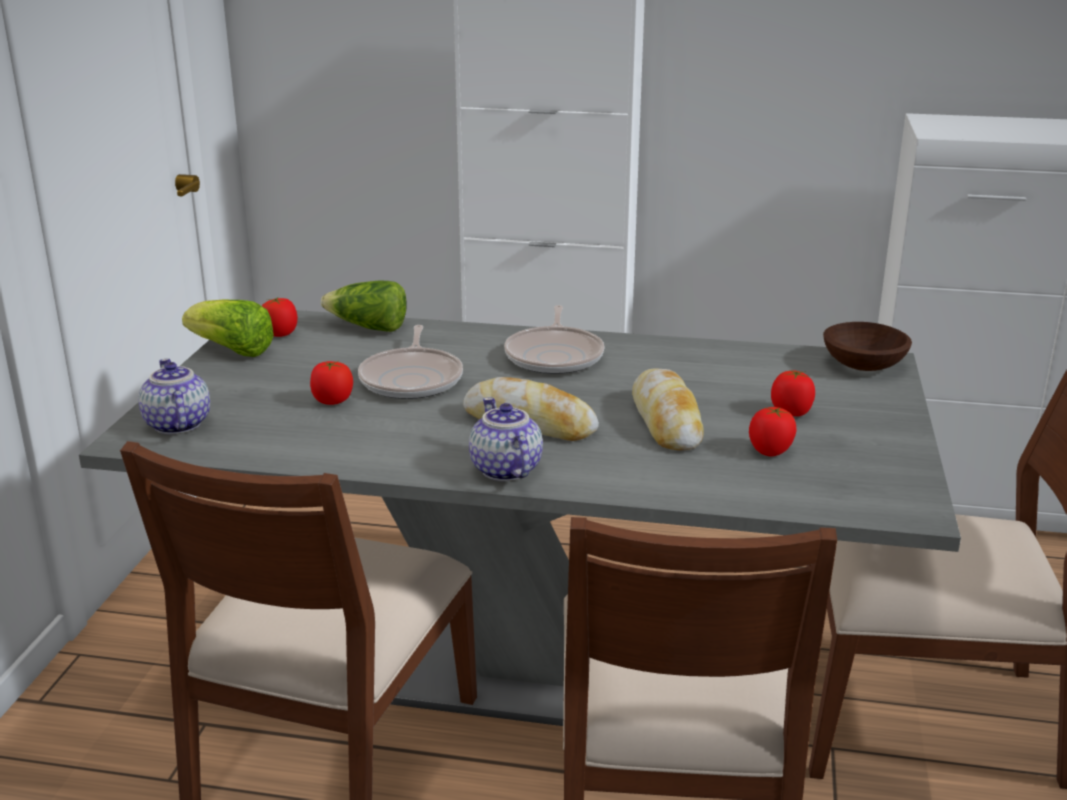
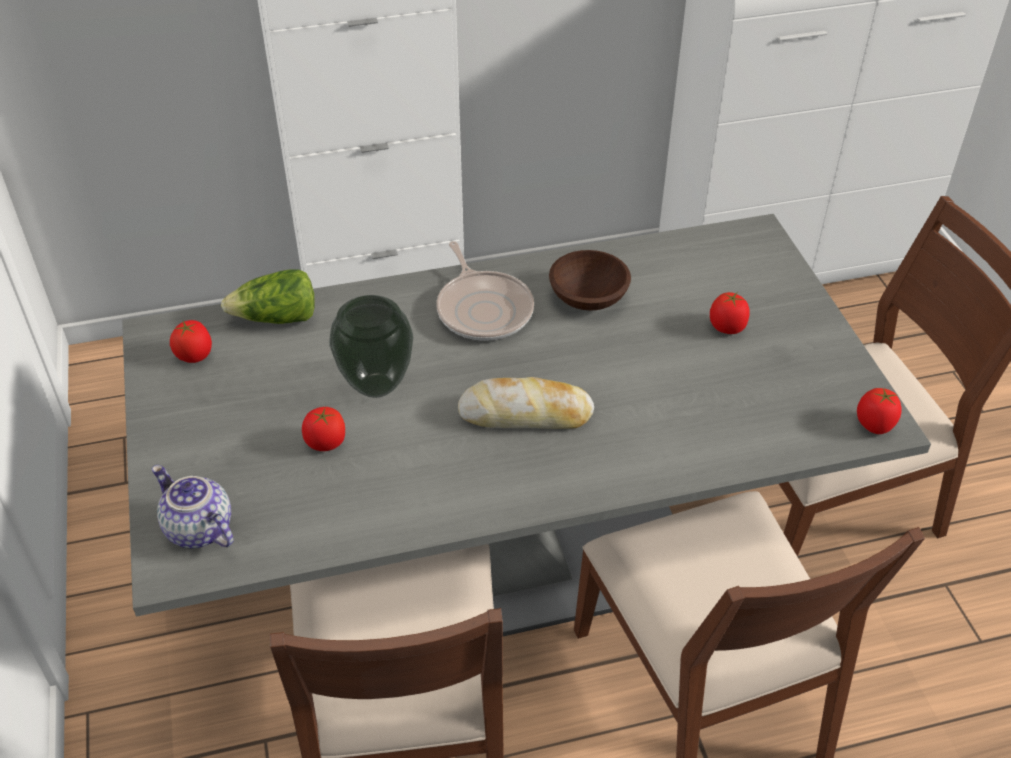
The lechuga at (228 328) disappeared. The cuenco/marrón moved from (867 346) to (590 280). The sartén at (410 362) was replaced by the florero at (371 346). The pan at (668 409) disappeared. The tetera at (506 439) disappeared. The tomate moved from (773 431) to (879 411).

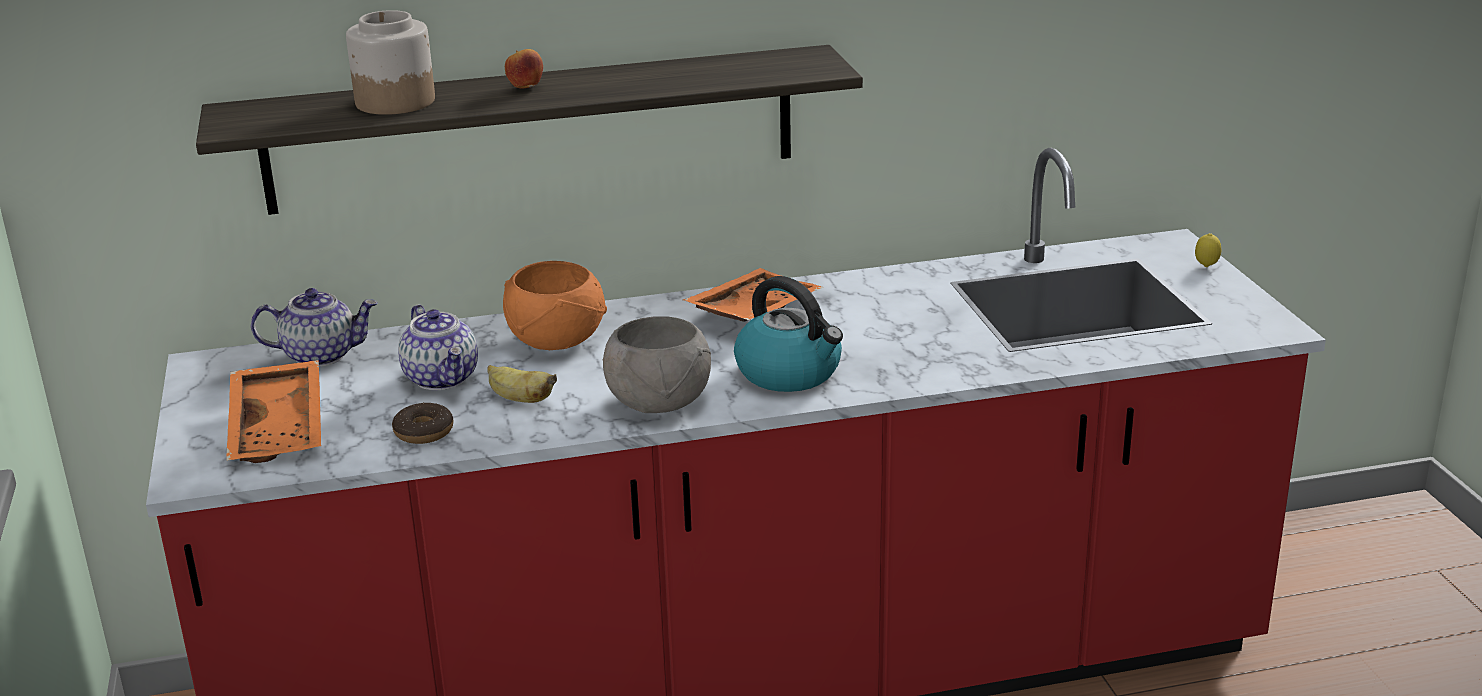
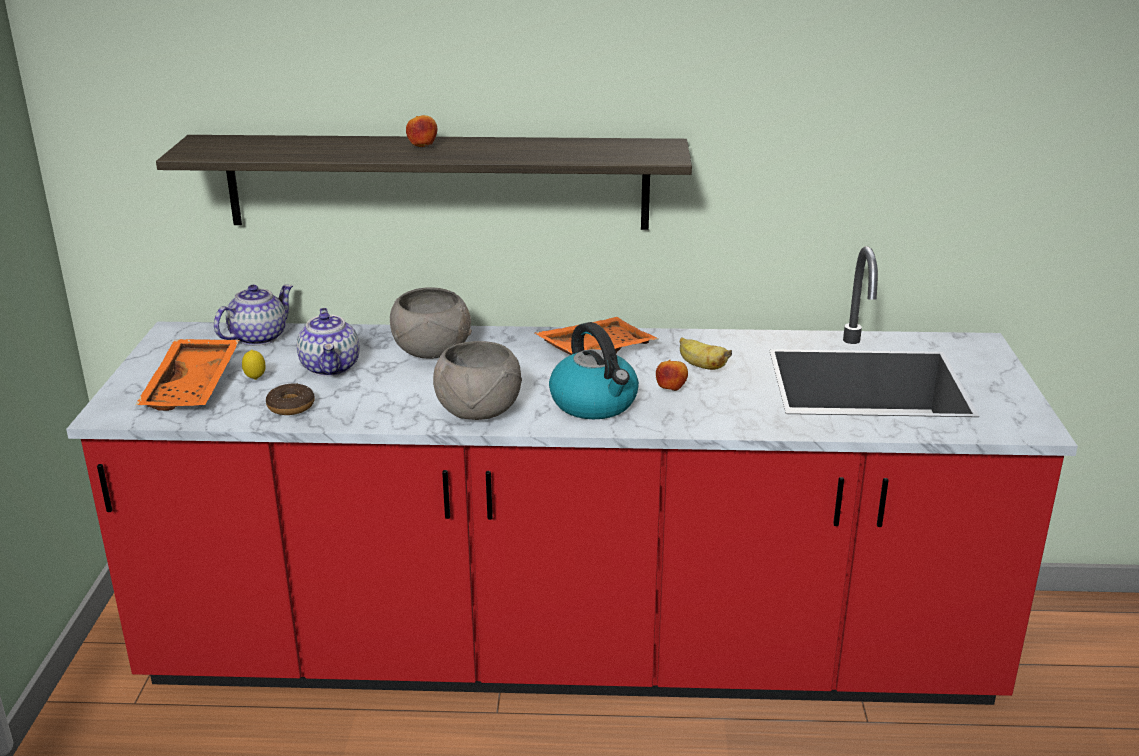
The tarro at (390 62) disappeared. The limón moved from (1208 250) to (254 365). The cuenco/naranja at (555 305) became the cuenco/gris at (431 323). The tetera at (314 327) turned 60 degrees counterclockwise. The plátano moved from (522 384) to (706 353). The manzana at (672 375) appeared.

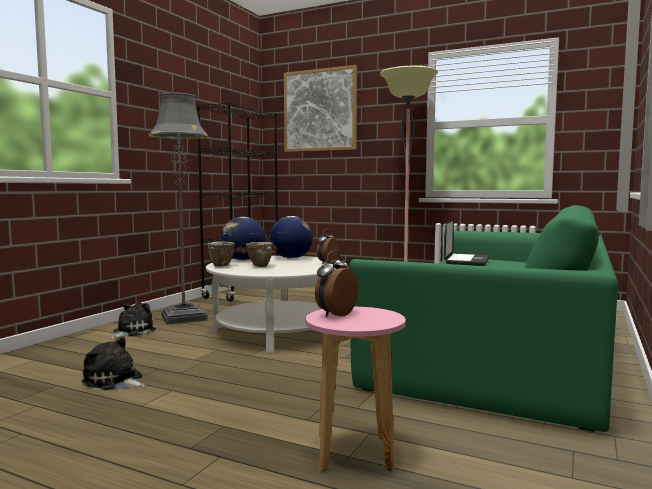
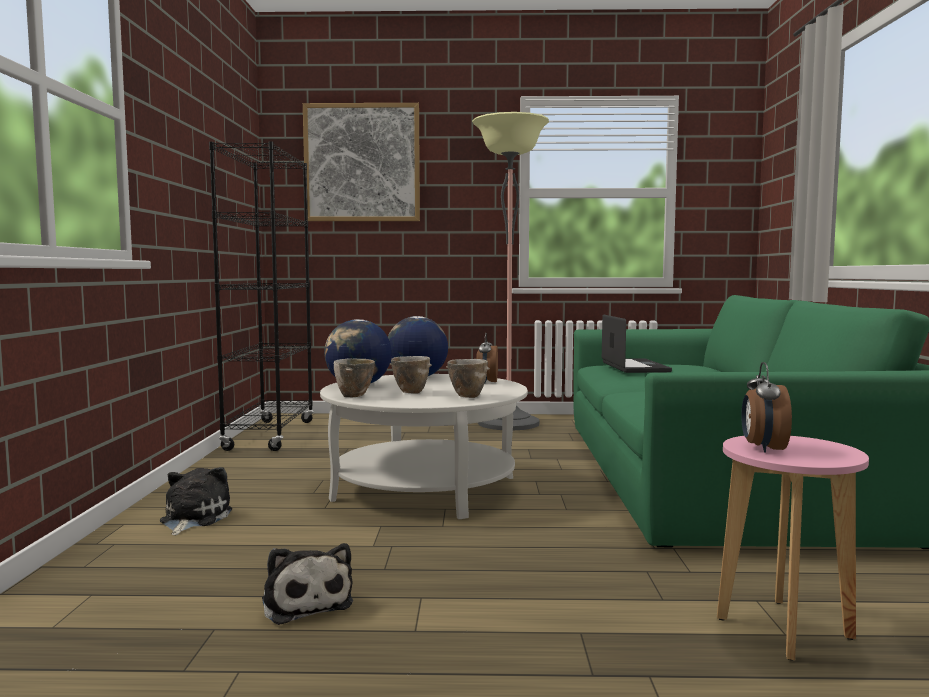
The lámpara de pie/gris at (178 208) disappeared. The peluche at (114 363) turned 120 degrees counterclockwise. The cuenco at (468 378) appeared.

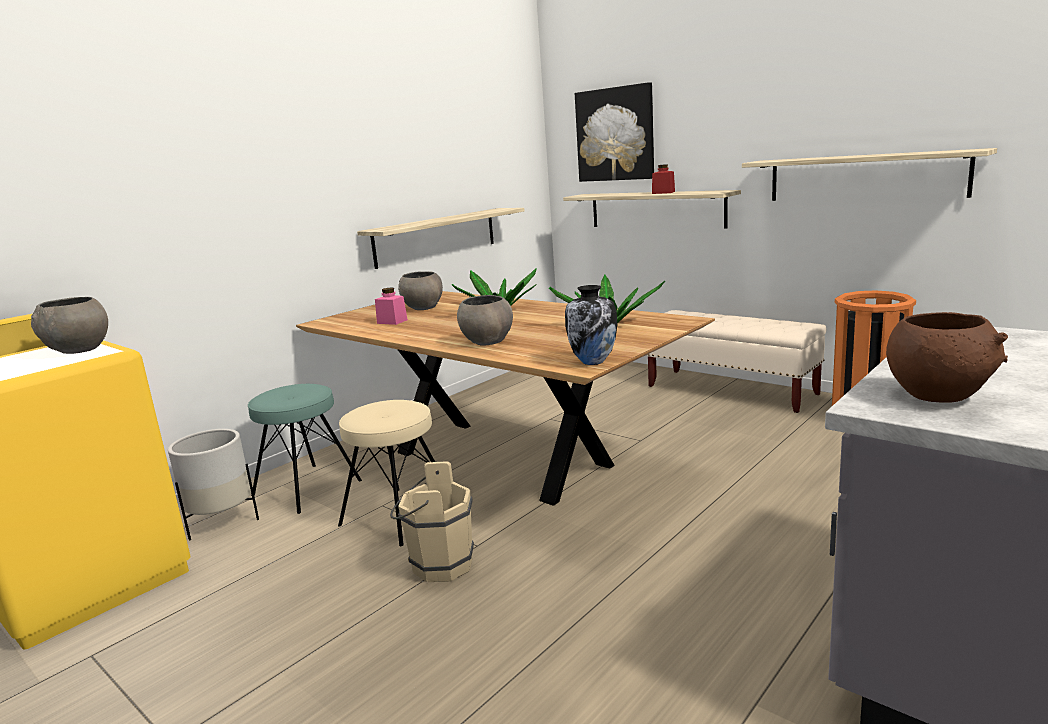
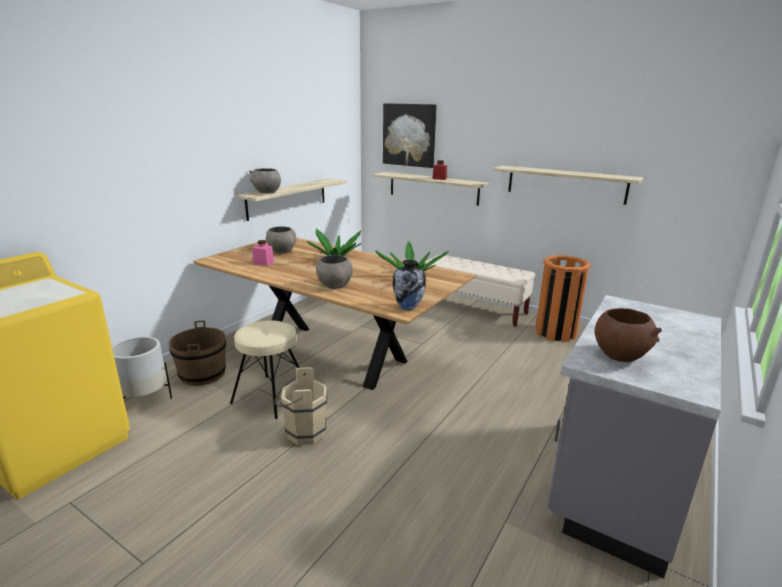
The cuenco/gris moved from (69 325) to (265 181). The taburete/turquesa at (305 449) was replaced by the cubo/marrón at (197 353).

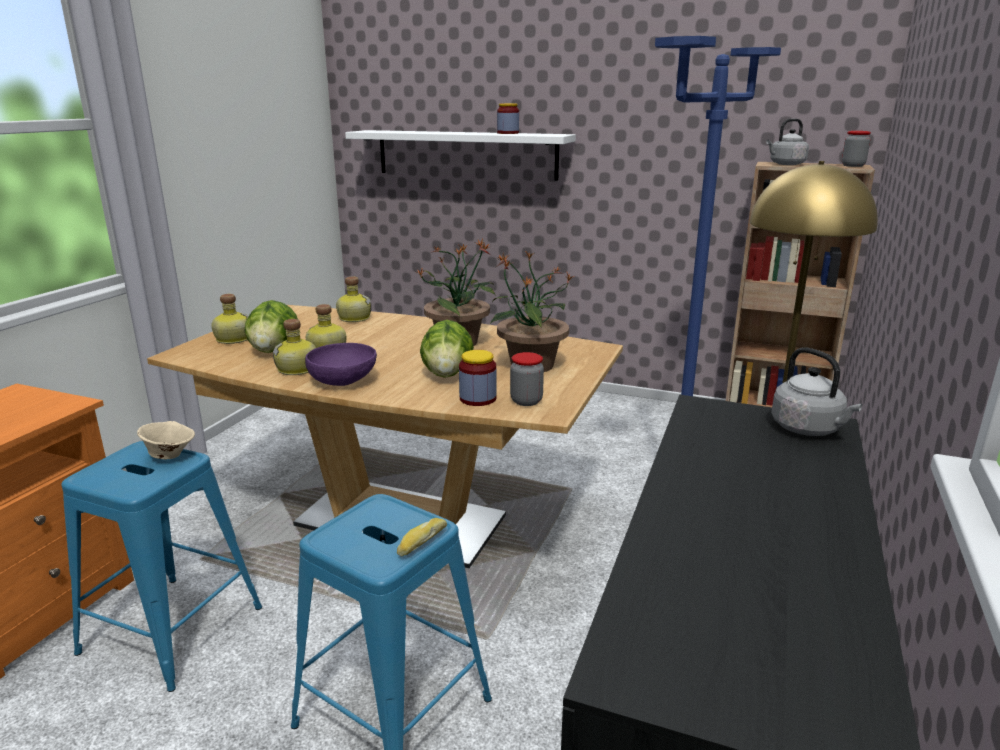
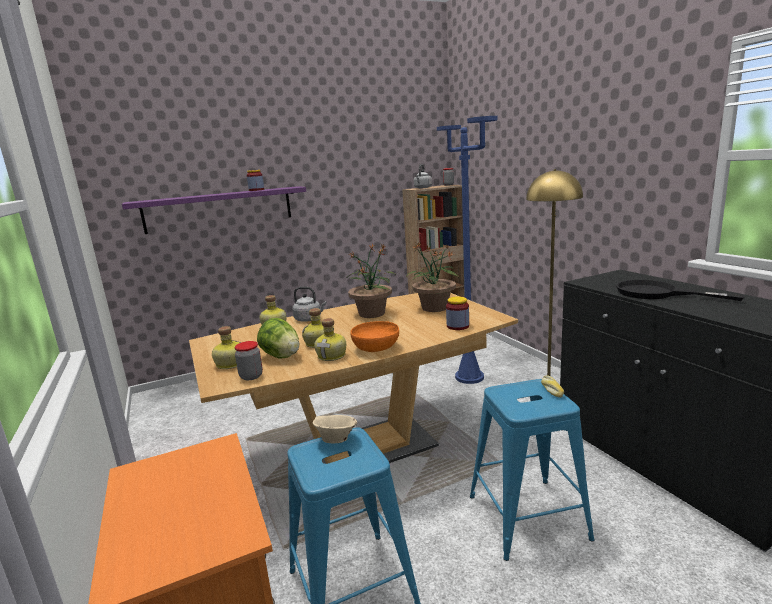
The estante/blanco at (460 155) became the estante/morado at (214 210). The lechuga at (447 349) disappeared. The cuenco/morado at (341 364) became the cuenco/naranja at (374 336). The hervidor/gris moved from (816 391) to (309 304). The tarro moved from (527 379) to (249 360). The sartén/negro at (680 290) appeared.

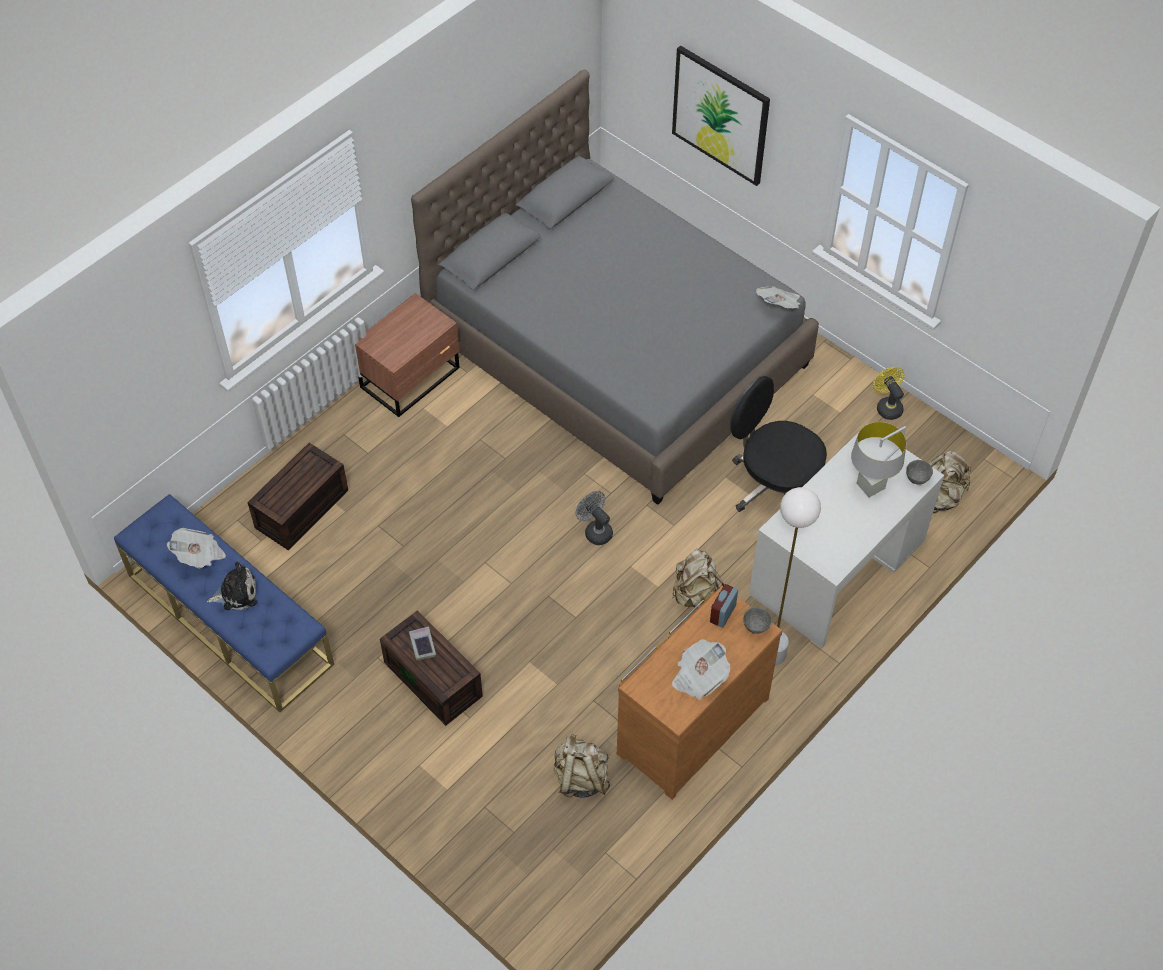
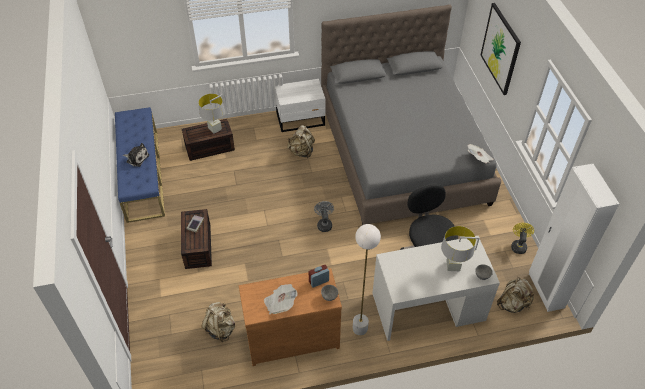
The mesita de noche/marrón at (407 355) became the mesita de noche/blanco at (300 105). The periódico at (196 548) disappeared. The mochila/beis moved from (698 578) to (301 141). The lámpara de mesa/gris at (212 114) appeared. The armario ropero/blanco at (574 238) appeared.

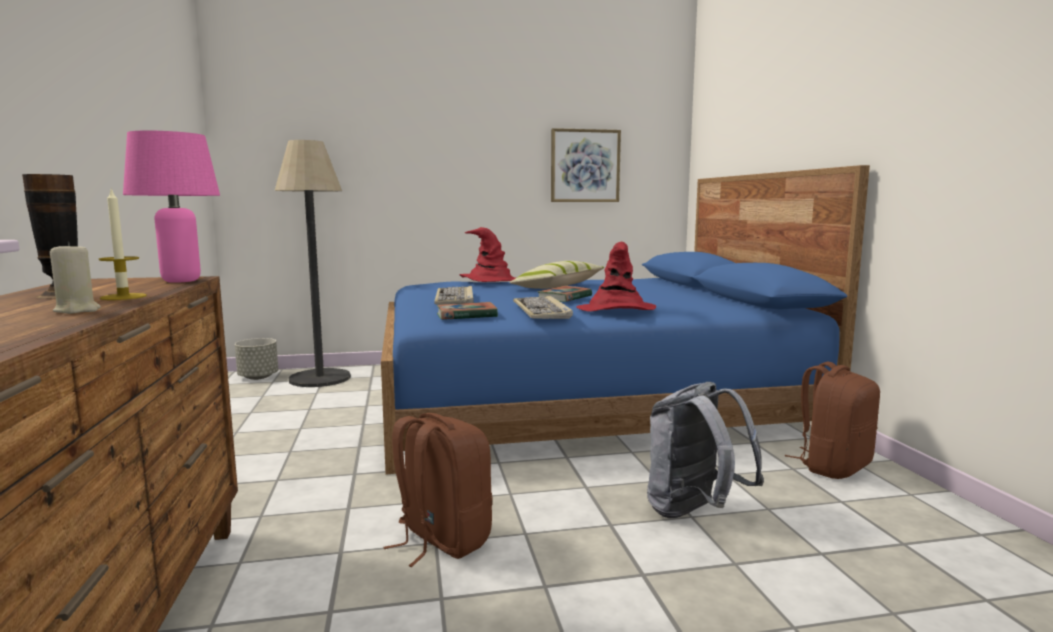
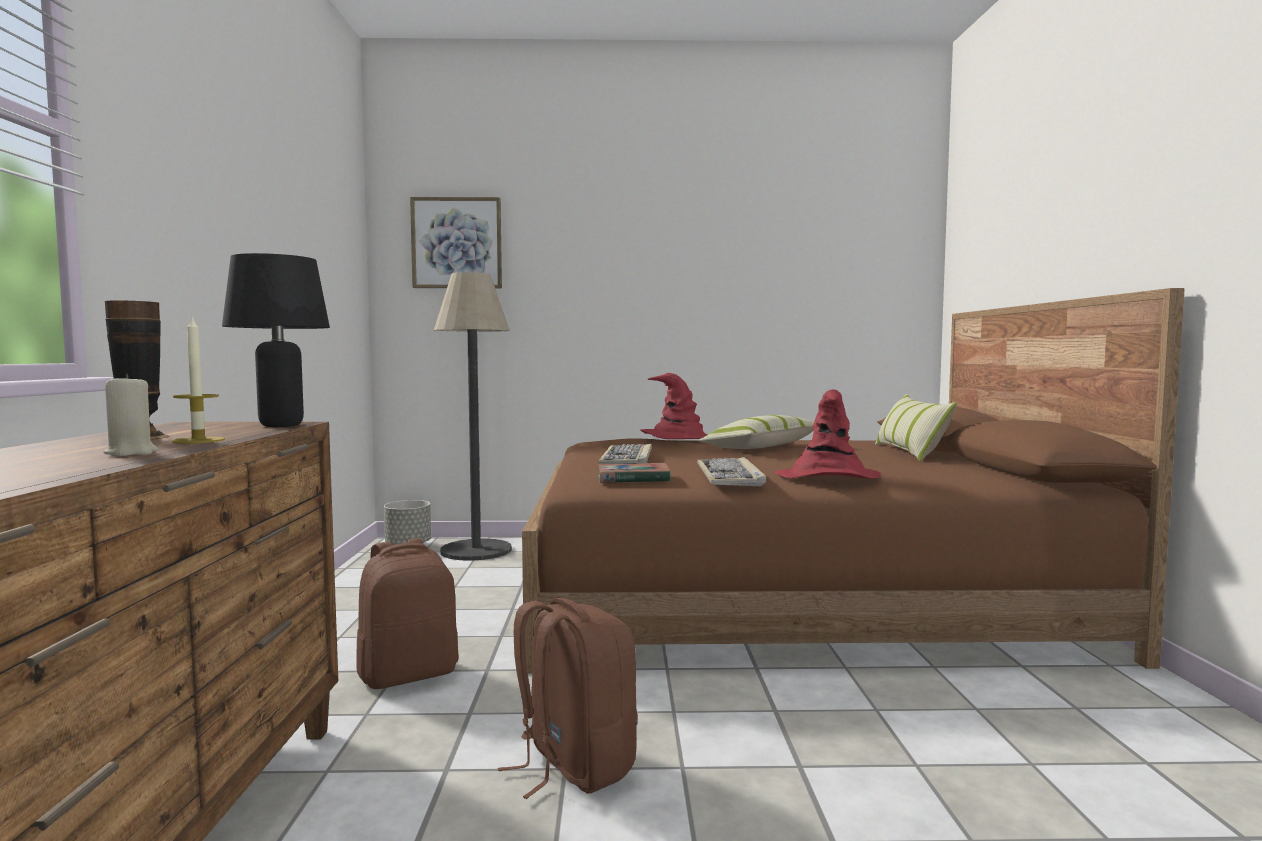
The cuadro moved from (586 165) to (456 242). The lámpara de mesa/rosa at (171 206) became the lámpara de mesa/negro at (276 340). The cama/azul at (625 320) became the cama/marrón at (853 481). The libro at (564 294) disappeared. The mochila/marrón moved from (832 420) to (407 613). The mochila/gris at (705 450) disappeared. The cojín at (916 428) appeared.

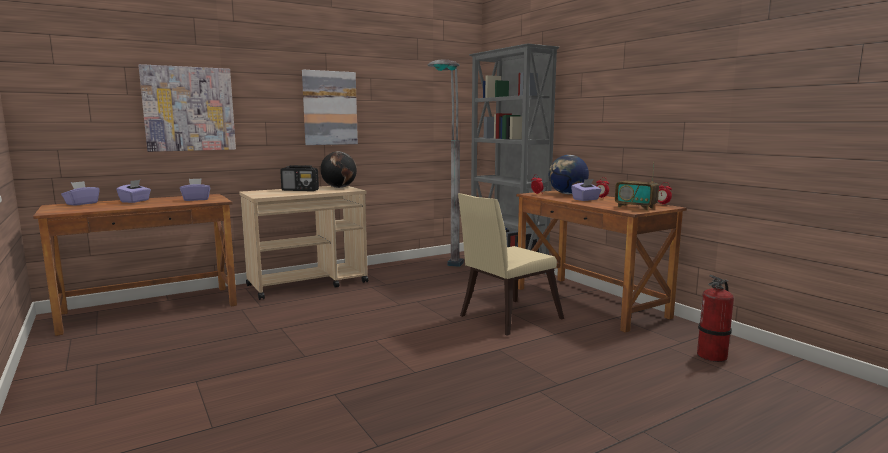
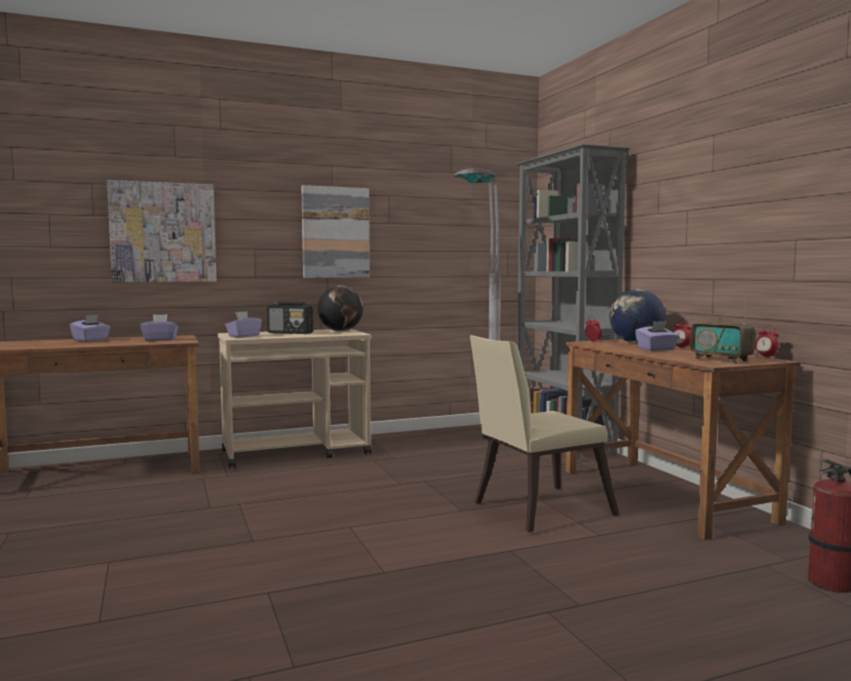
The caja de pañuelos/morado moved from (80 193) to (243 324).

